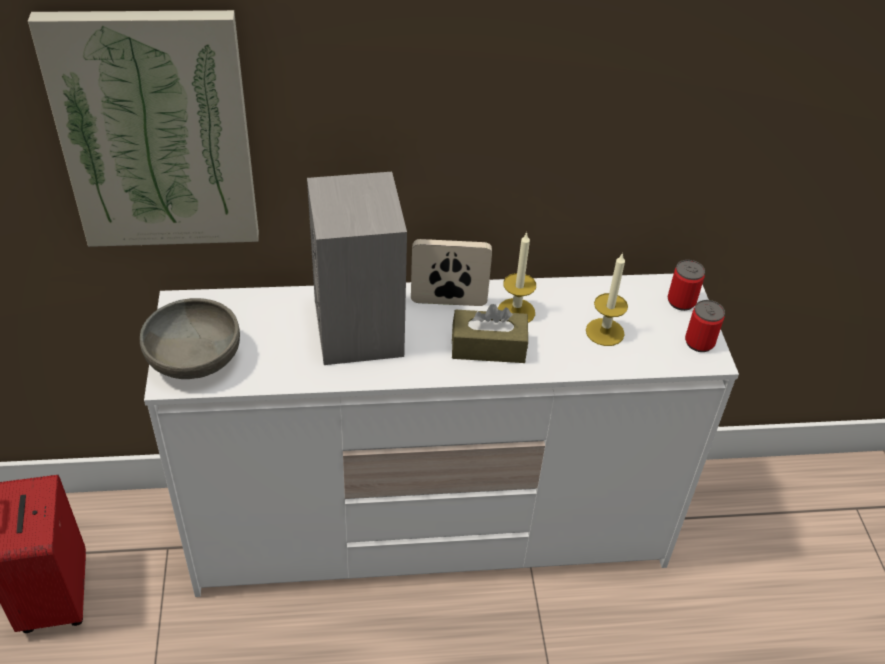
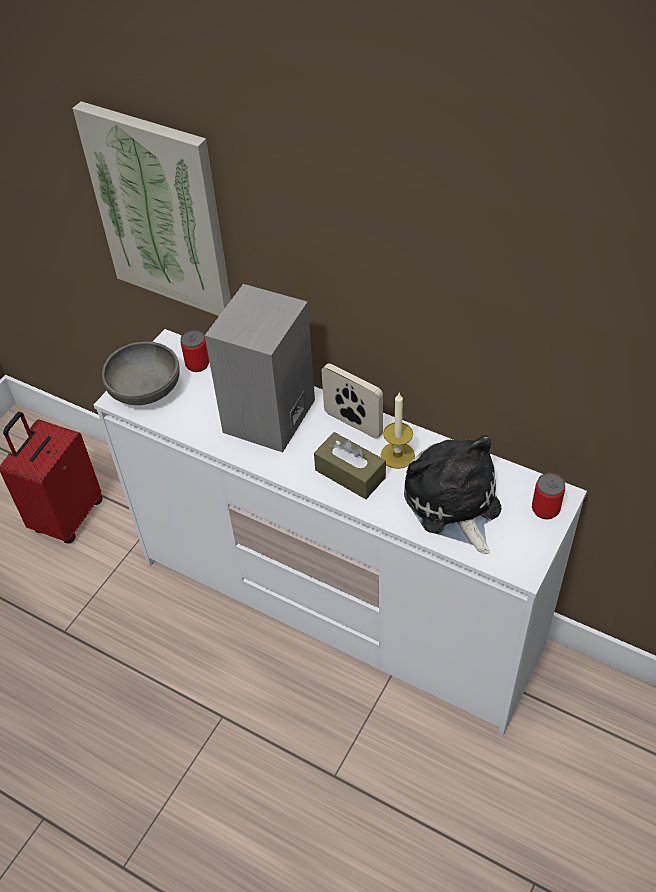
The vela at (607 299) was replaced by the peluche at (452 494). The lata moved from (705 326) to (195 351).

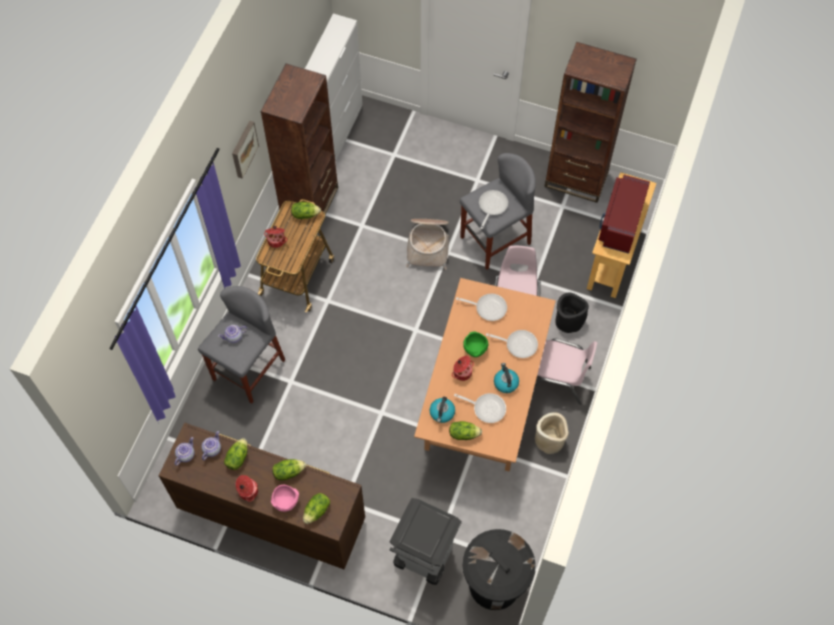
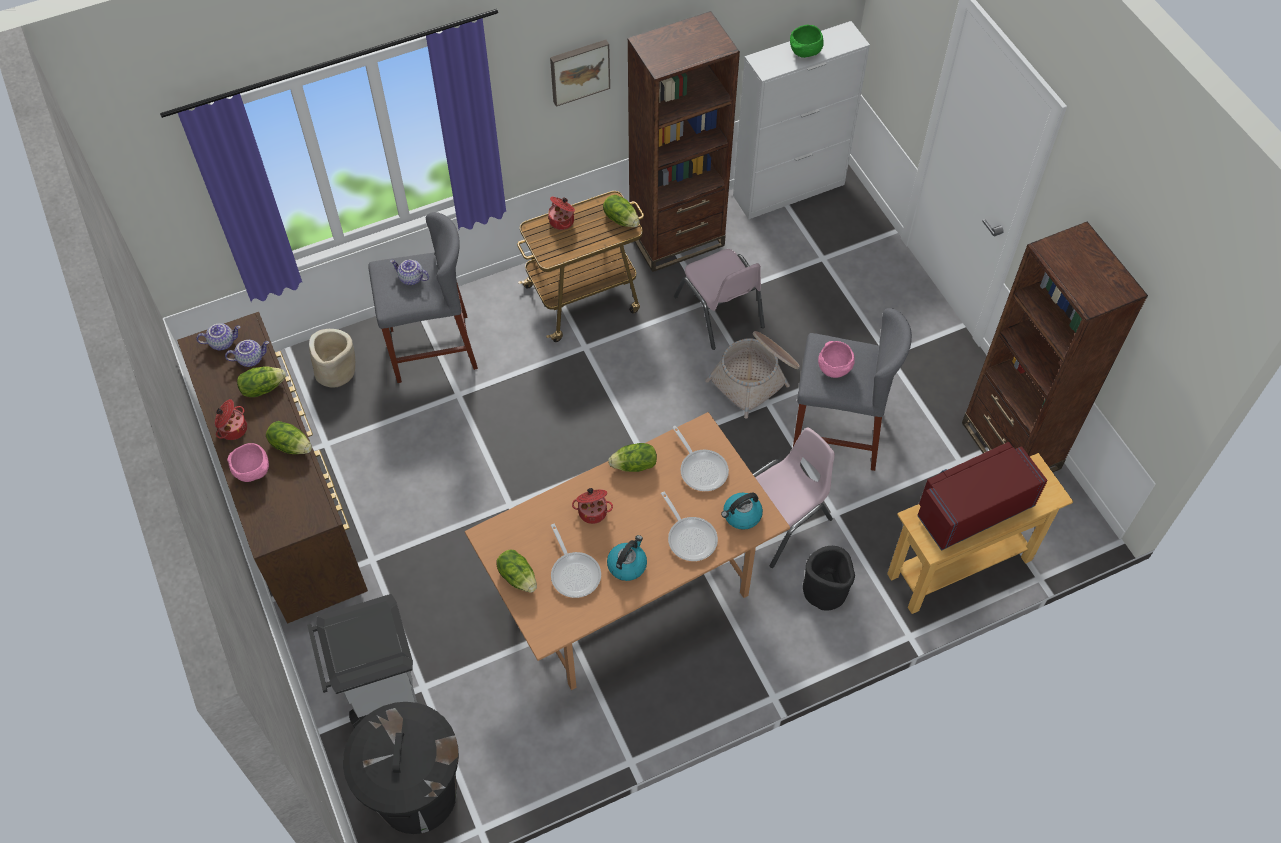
The sartén at (493 209) was replaced by the cuenco/rosa at (836 359). The cuenco/verde moved from (475 344) to (806 41). The silla/rosa moved from (565 372) to (719 299). The hervidor moved from (442 410) to (742 511). The maceta/beis moved from (552 433) to (332 358). The lechuga moved from (316 508) to (632 457).

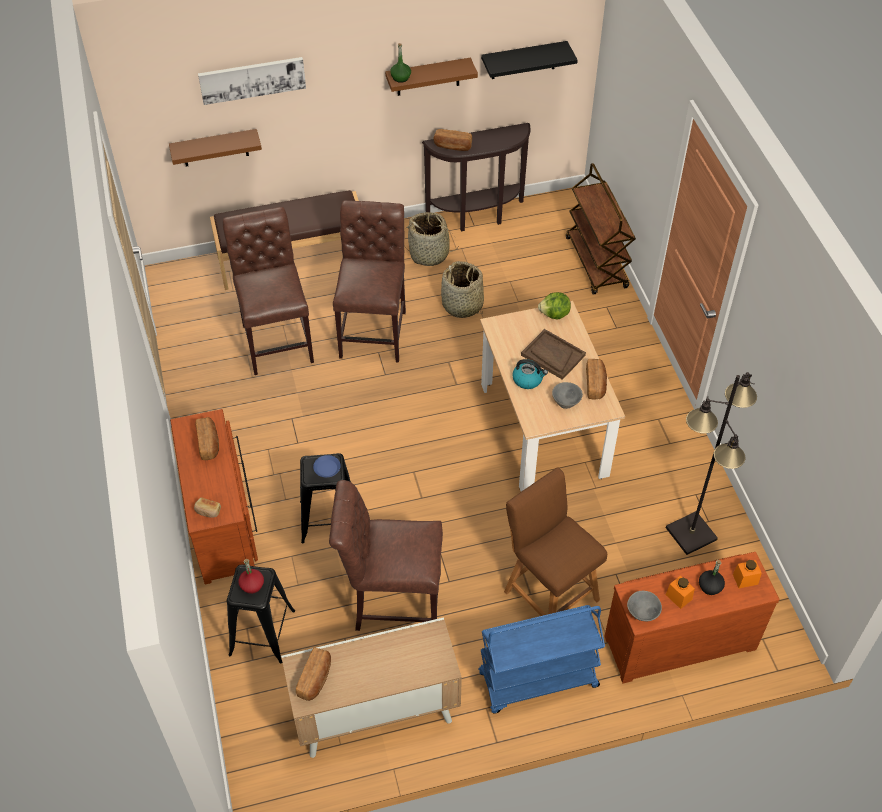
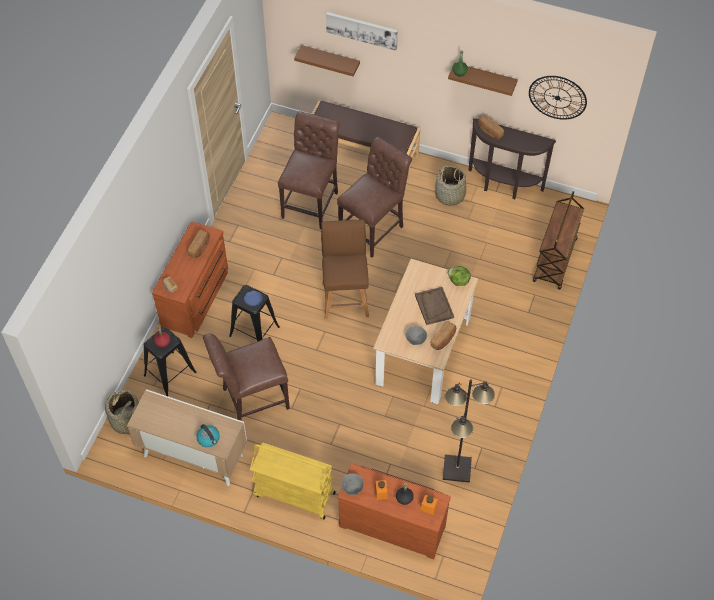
The estante/negro at (529 60) was replaced by the reloj de pared at (558 98). The cesta moved from (462 289) to (122 413). The hervidor moved from (530 374) to (208 435). The taburete/marrón moved from (555 541) to (345 269). The silla/marrón at (386 555) turned 60 degrees counterclockwise. The carrito/azul at (541 659) became the carrito/amarillo at (293 481). The pan at (313 674) disappeared.

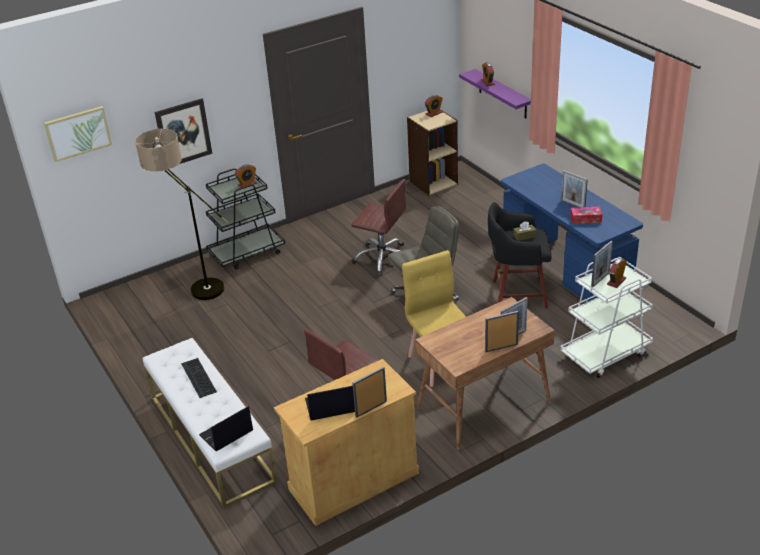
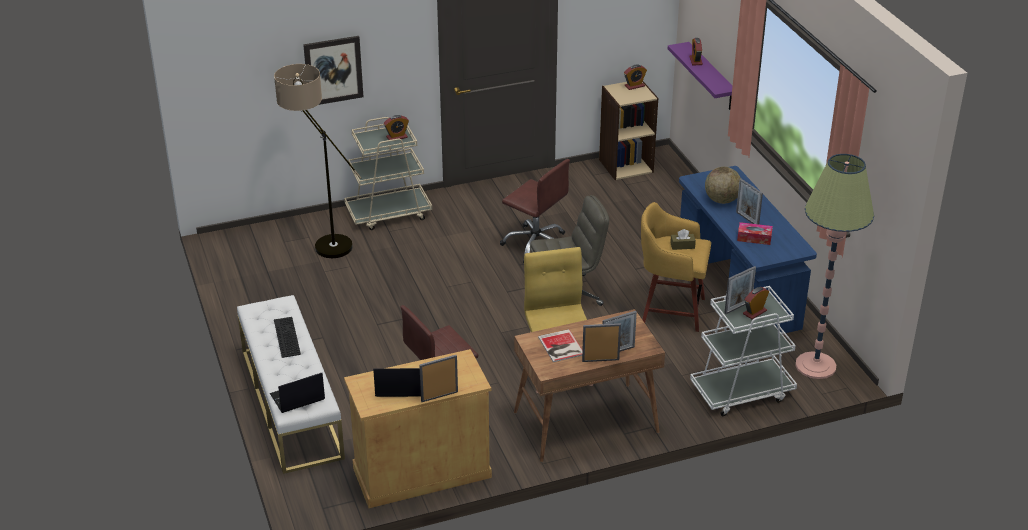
The cuadro at (78 134) disappeared. The carrito/negro at (245 219) became the carrito/beis at (388 173). The taburete/negro at (520 255) became the taburete/amarillo at (676 267). The lámpara de pie at (834 266) appeared. The globo terráqueo at (723 185) appeared. The libro at (560 345) appeared.

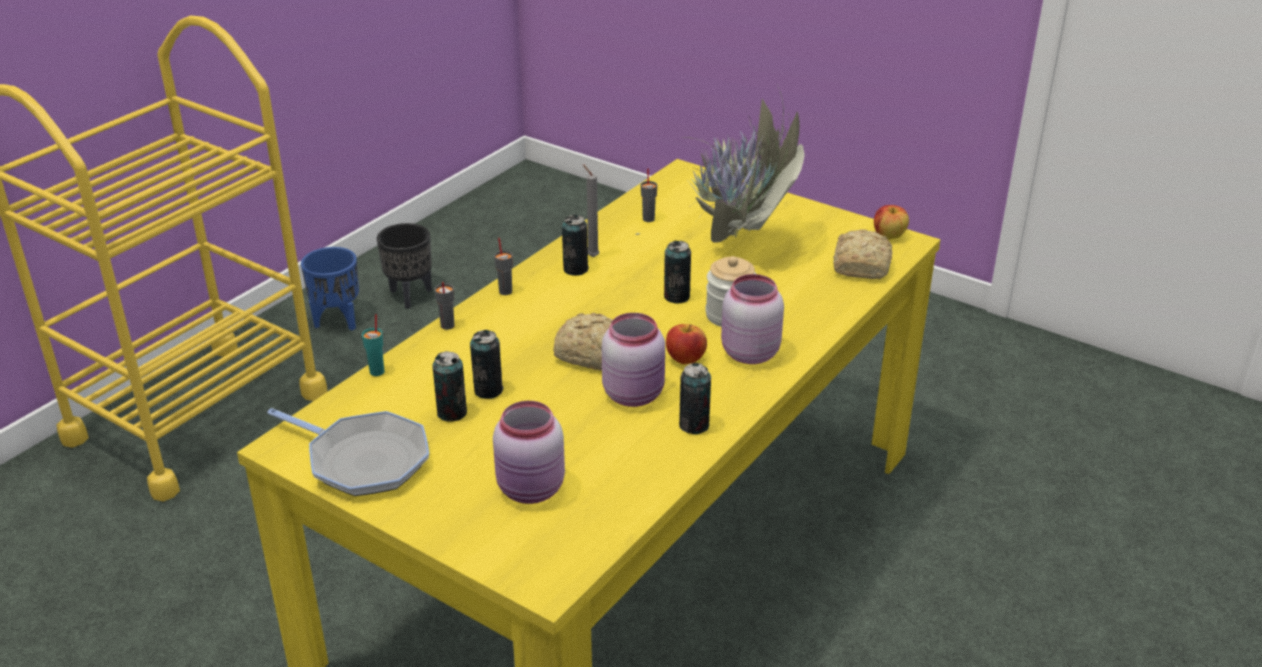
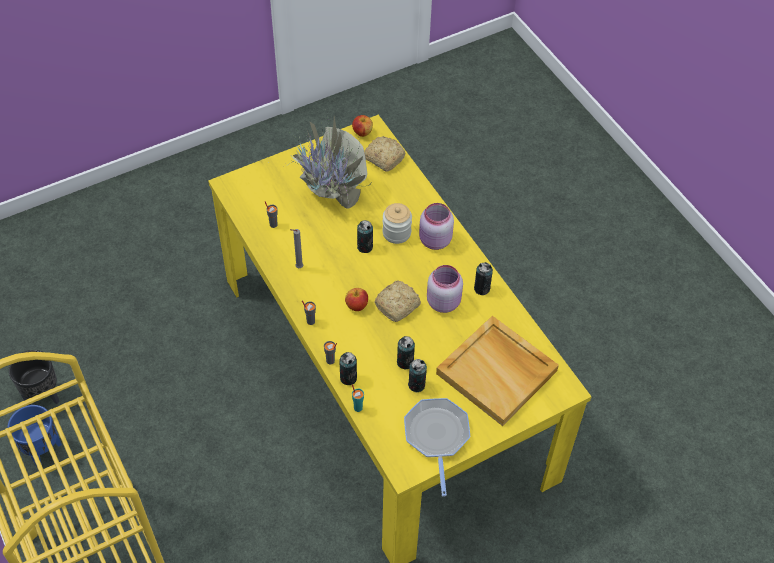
The lata moved from (575 245) to (348 368). The manzana moved from (686 344) to (356 299). The tarro/rosa at (529 452) was replaced by the bandeja/beis at (497 371). The sartén at (348 452) turned 60 degrees counterclockwise.

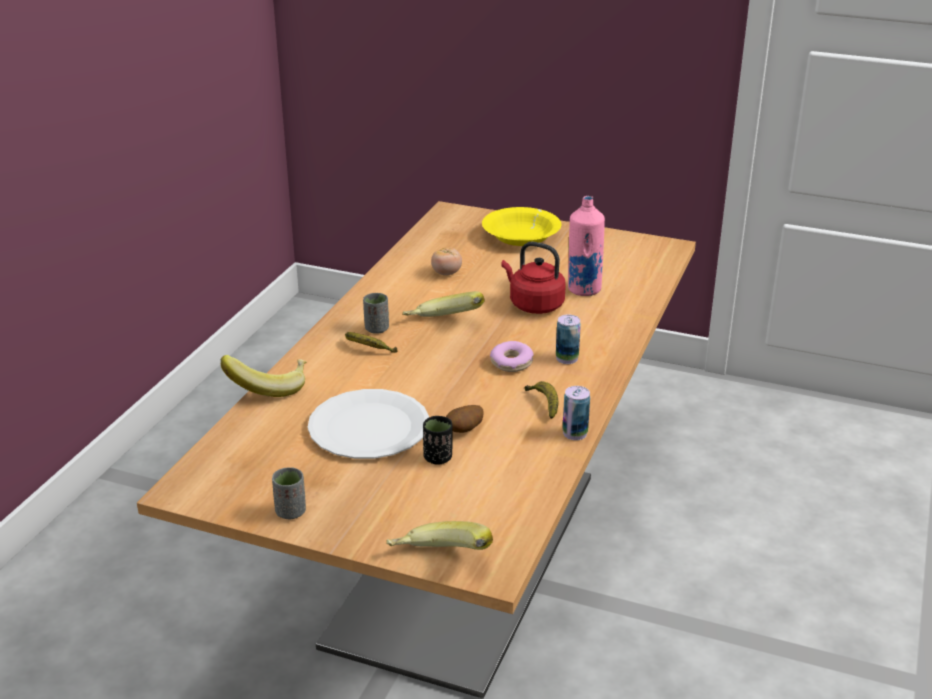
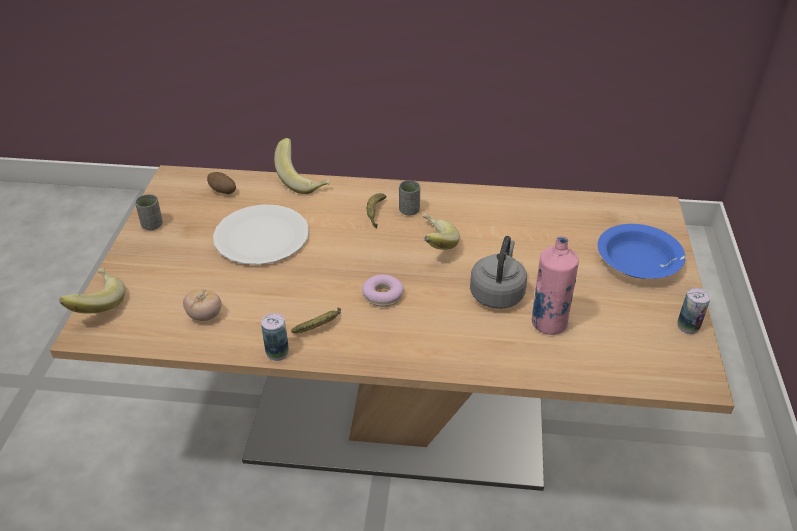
The cuenco/amarillo at (521 226) became the cuenco/azul at (641 251). The hervidor/rojo at (533 278) became the hervidor/gris at (498 272). The tomate moved from (446 261) to (202 305). The lata moved from (568 339) to (693 311). The patata moved from (465 419) to (221 183). The taza/negro at (438 440) disappeared.

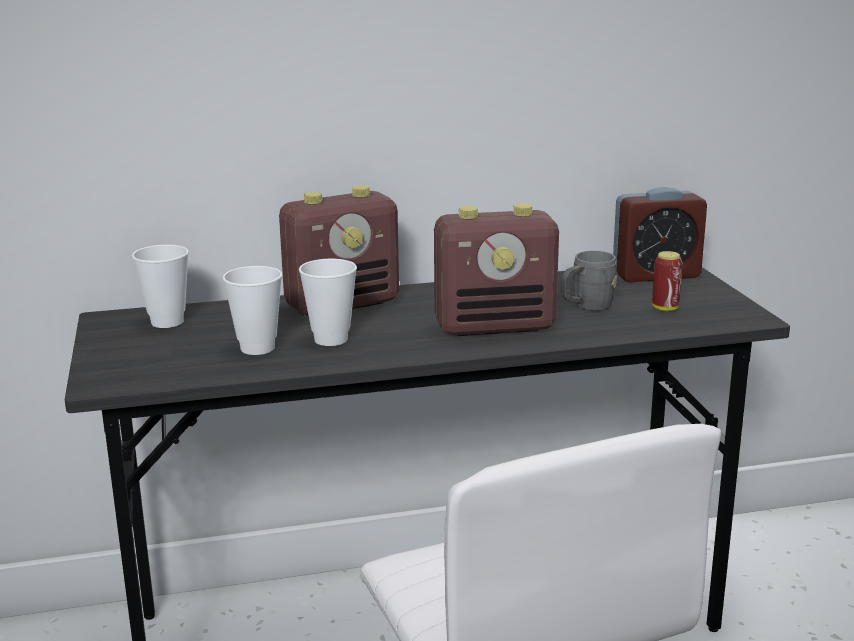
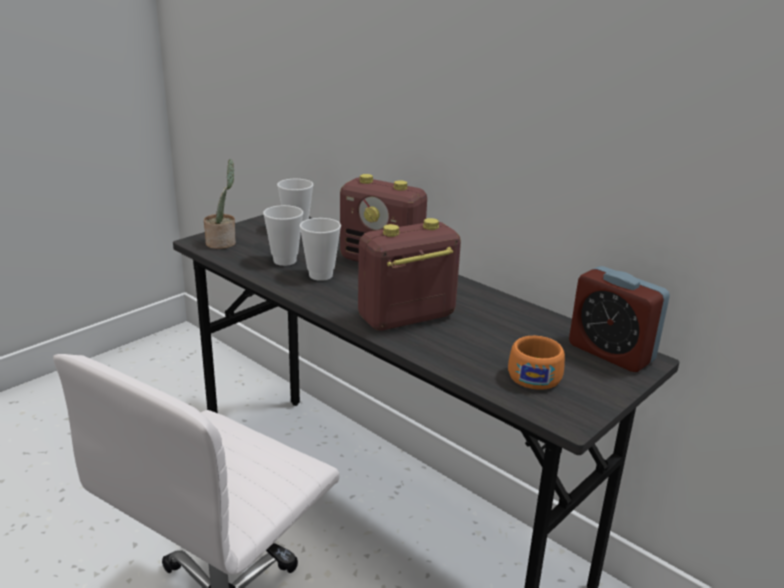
The radio at (496 269) turned 105 degrees clockwise. The taza grande/gris at (589 281) disappeared. The lata at (667 281) was replaced by the taza/naranja at (536 363). The planta en maceta at (220 204) appeared.

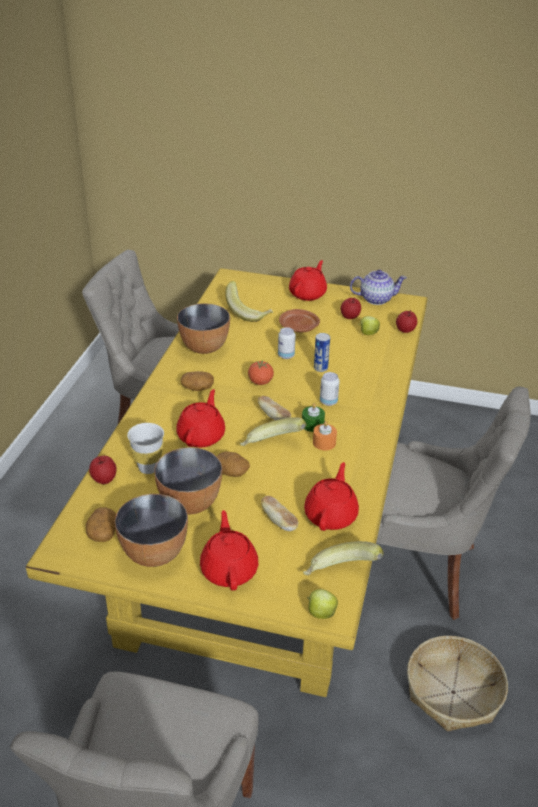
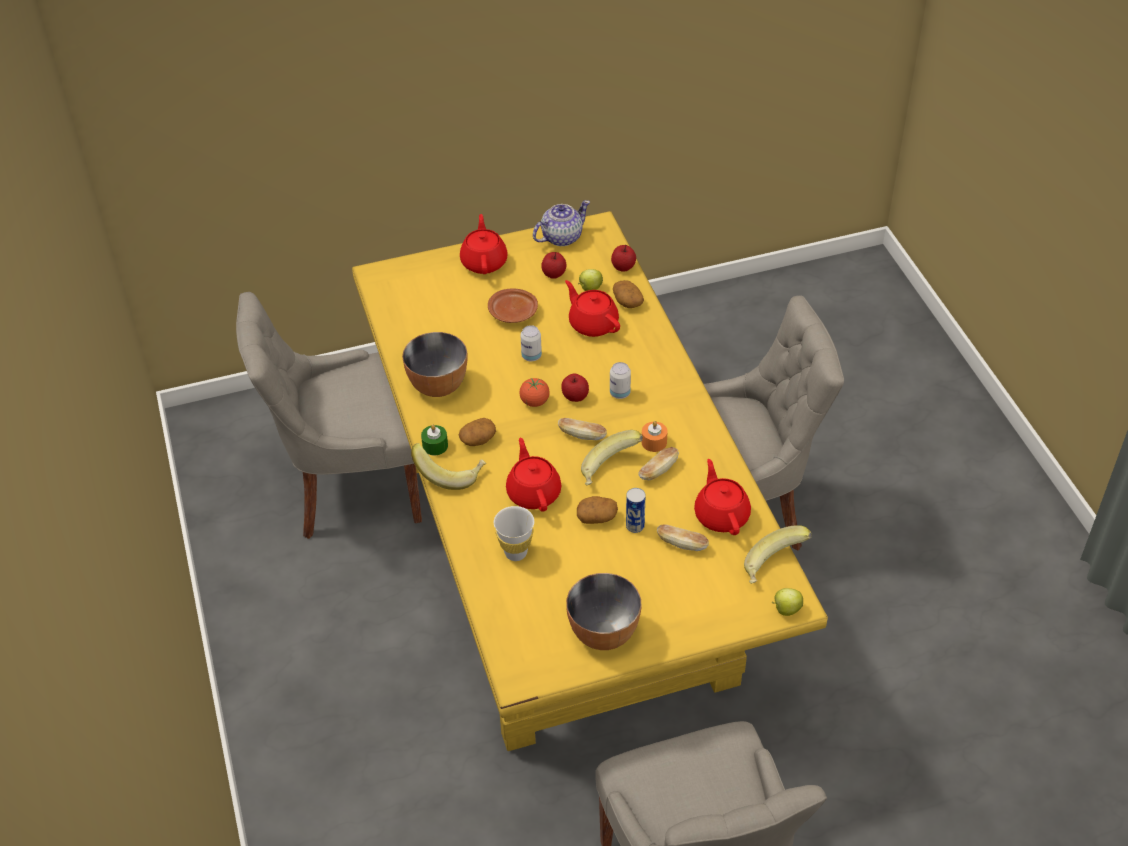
The plátano moved from (249 301) to (448 466). The lata moved from (322 352) to (636 510). The vela/verde moved from (313 417) to (434 440). The cuenco at (188 481) disappeared. The manzana moved from (103 470) to (575 388). The patata moved from (101 524) to (628 294). The tetera/rojo moved from (229 550) to (592 308). The cesta at (457 683) disappeared. The pan at (658 463) appeared.

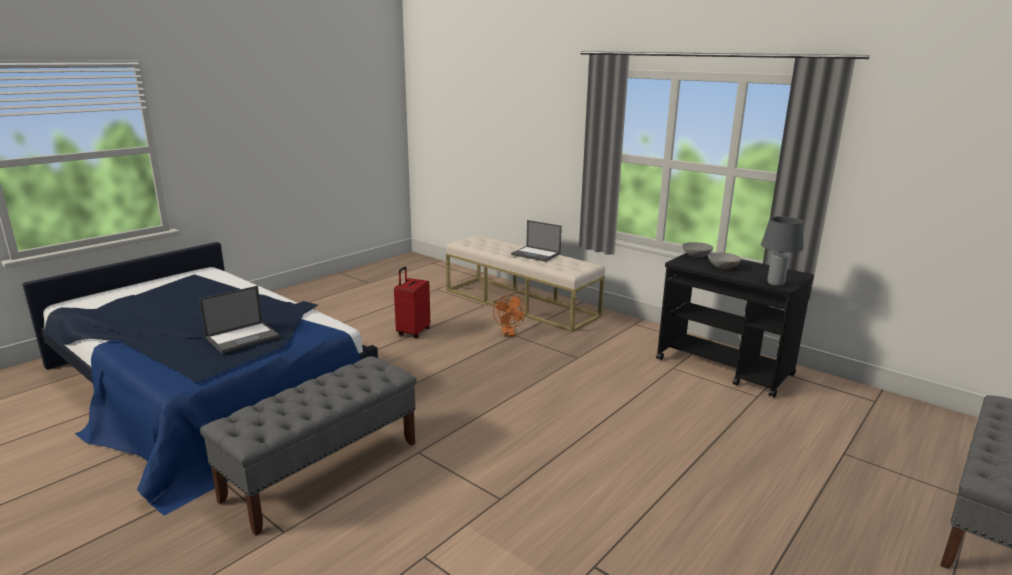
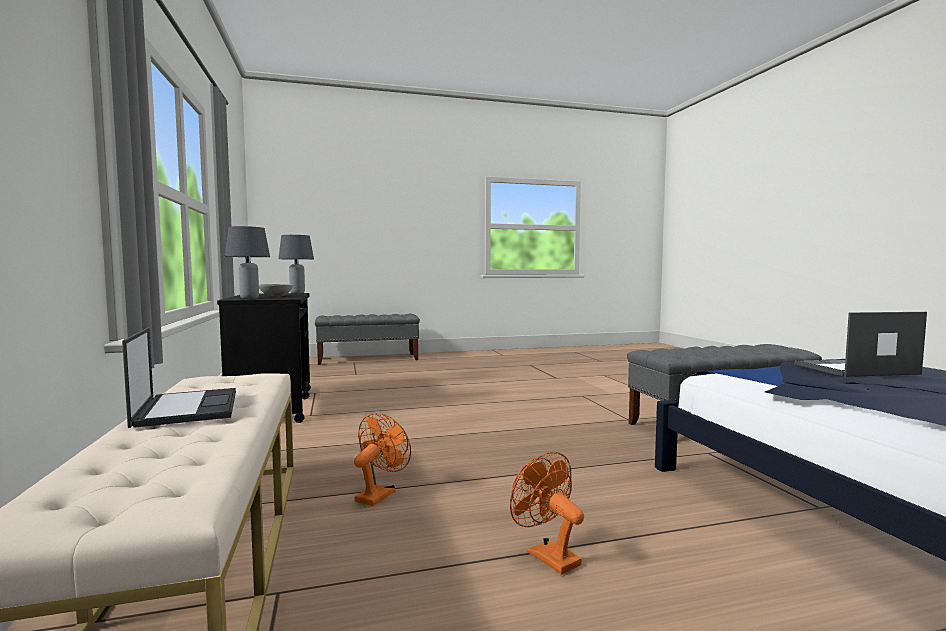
The cuenco/gris at (697 250) was replaced by the lámpara de mesa/gris at (247 262). The maleta/rojo at (412 302) was replaced by the ventilador/naranja at (547 513).

